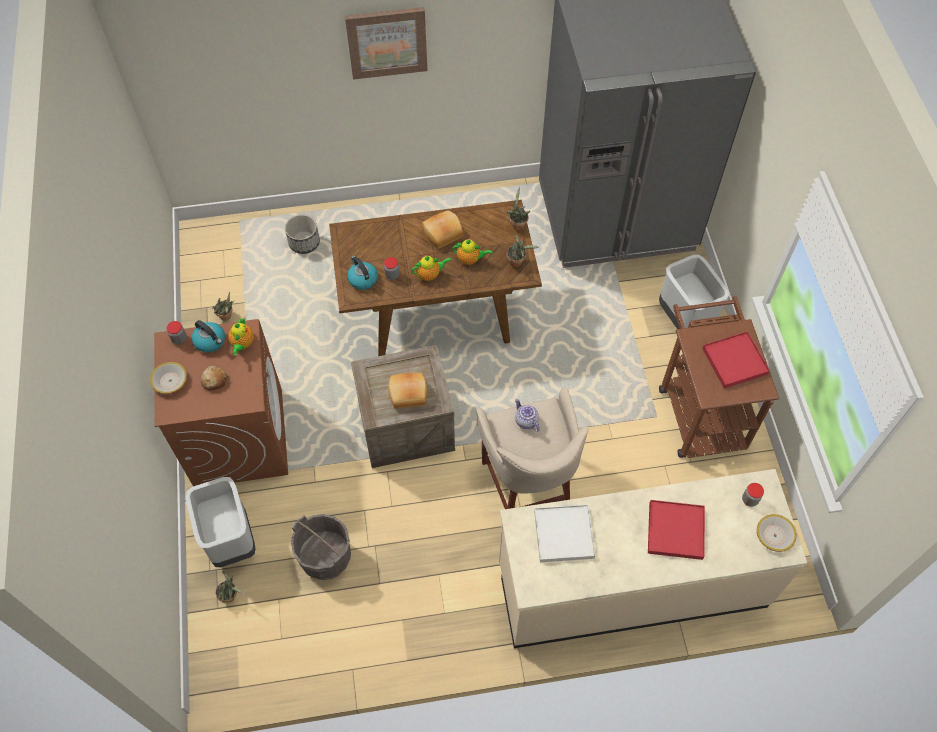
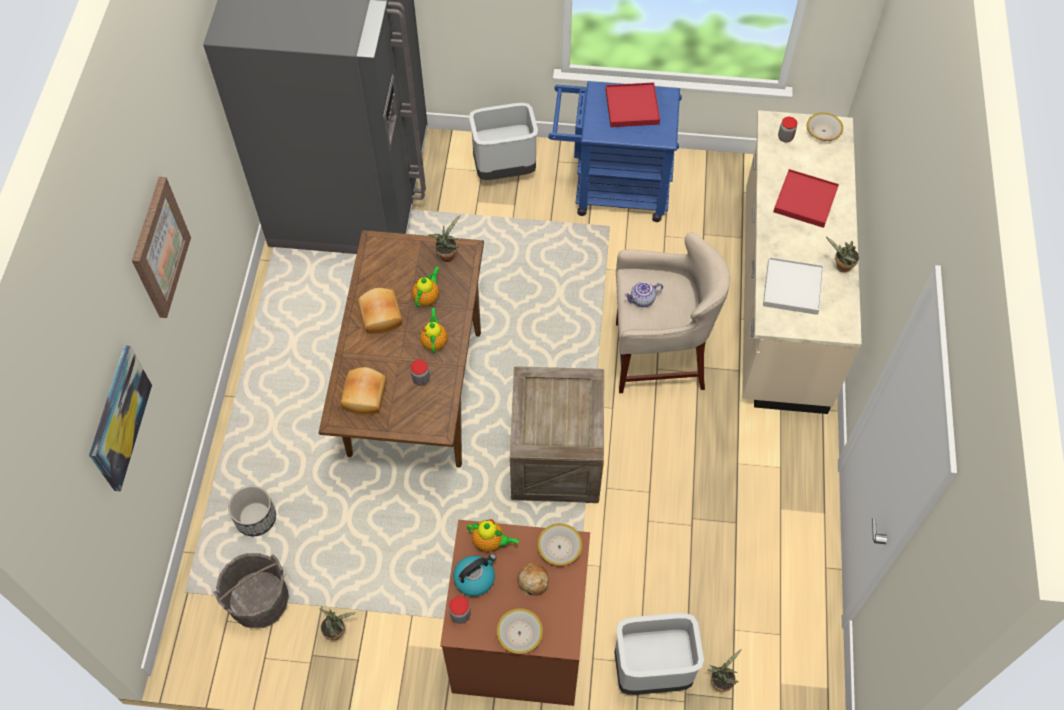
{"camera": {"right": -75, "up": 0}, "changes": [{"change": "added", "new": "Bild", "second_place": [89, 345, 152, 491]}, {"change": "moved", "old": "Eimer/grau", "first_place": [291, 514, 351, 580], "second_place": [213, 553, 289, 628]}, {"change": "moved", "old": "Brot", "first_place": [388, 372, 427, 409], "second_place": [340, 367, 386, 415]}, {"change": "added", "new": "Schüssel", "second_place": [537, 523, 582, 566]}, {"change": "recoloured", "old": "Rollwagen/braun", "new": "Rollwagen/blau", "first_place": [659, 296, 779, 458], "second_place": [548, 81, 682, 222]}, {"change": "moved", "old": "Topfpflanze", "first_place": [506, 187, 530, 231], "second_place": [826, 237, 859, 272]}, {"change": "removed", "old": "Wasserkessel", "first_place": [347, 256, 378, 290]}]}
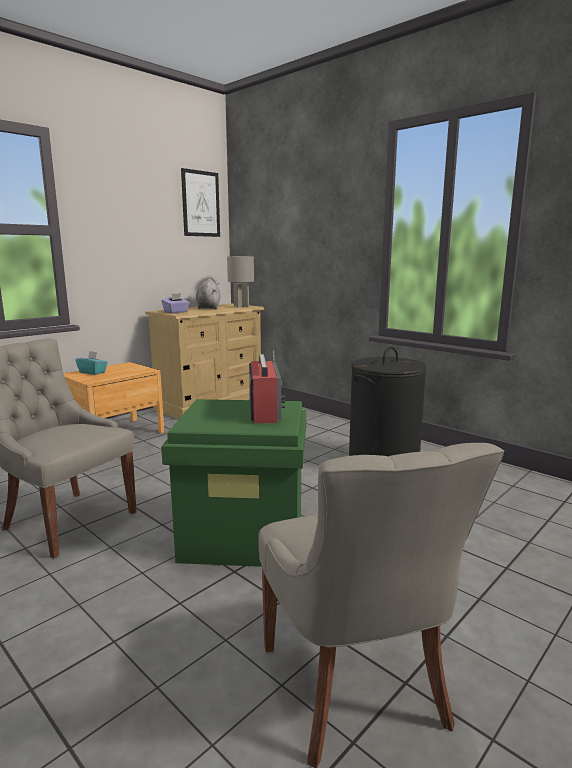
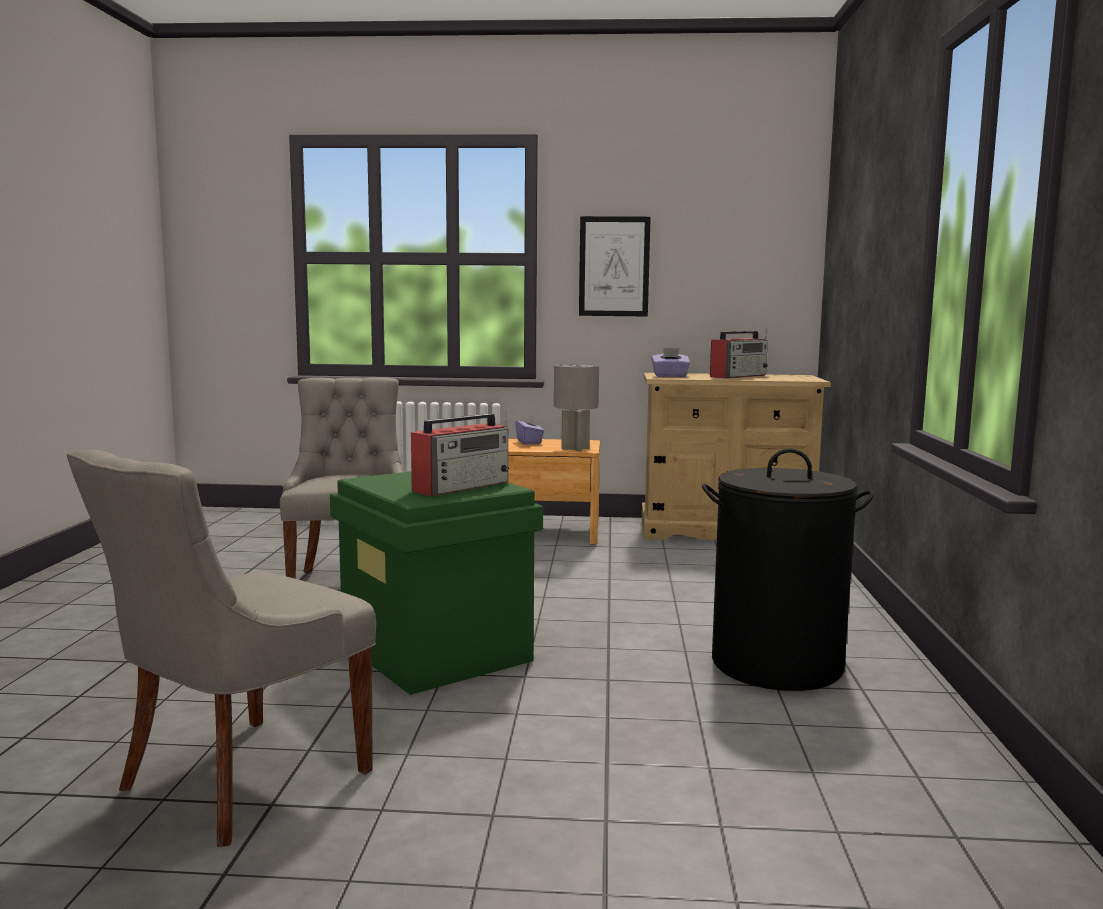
{"camera": {"right": 50, "up": -5}, "changes": [{"change": "recoloured", "old": "Taschentuchbox/türkis", "new": "Taschentuchbox/lila", "first_place": [75, 351, 108, 375], "second_place": [515, 415, 544, 445]}, {"change": "moved", "old": "Tischlampe/grau", "first_place": [227, 256, 254, 308], "second_place": [554, 364, 599, 451]}, {"change": "moved", "old": "Bild", "first_place": [181, 168, 220, 237], "second_place": [579, 216, 651, 316]}, {"change": "replaced", "old": "Plüschtier/grau", "new": "Radio", "first_place": [196, 279, 220, 309], "second_place": [710, 329, 768, 379]}]}
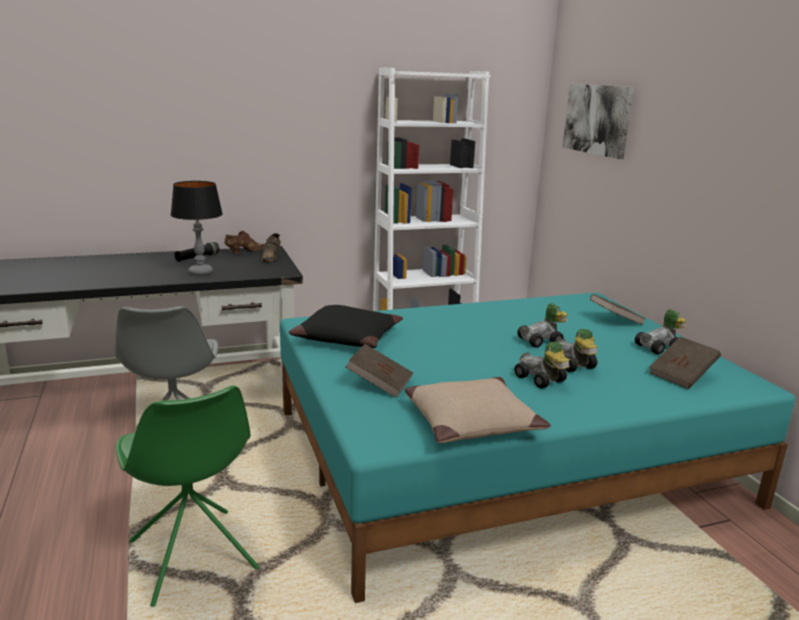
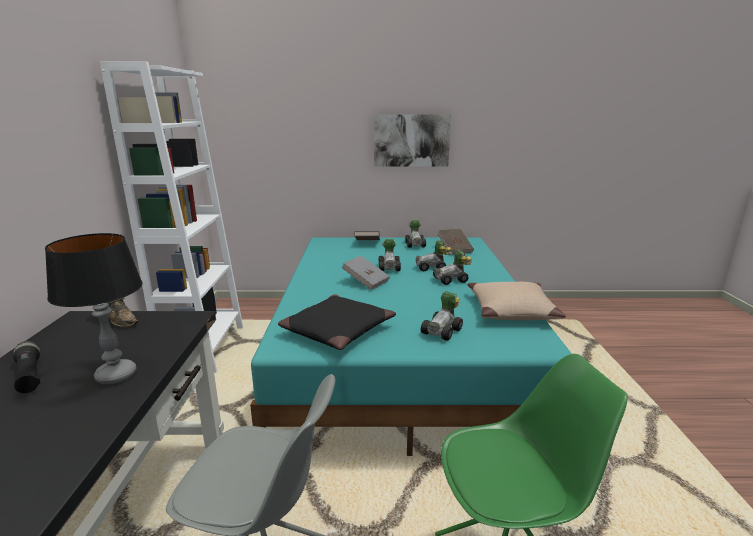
{"camera": {"right": -70, "up": 0}, "changes": [{"change": "added", "new": "Buch/grau", "second_place": [342, 256, 390, 290]}, {"change": "moved", "old": "Bild", "first_place": [562, 84, 634, 159], "second_place": [374, 114, 451, 166]}, {"change": "replaced", "old": "Buch/braun", "new": "Spielzeugauto", "first_place": [346, 344, 413, 398], "second_place": [421, 291, 463, 341]}, {"change": "removed", "old": "Schuh/braun", "first_place": [225, 231, 265, 254]}]}
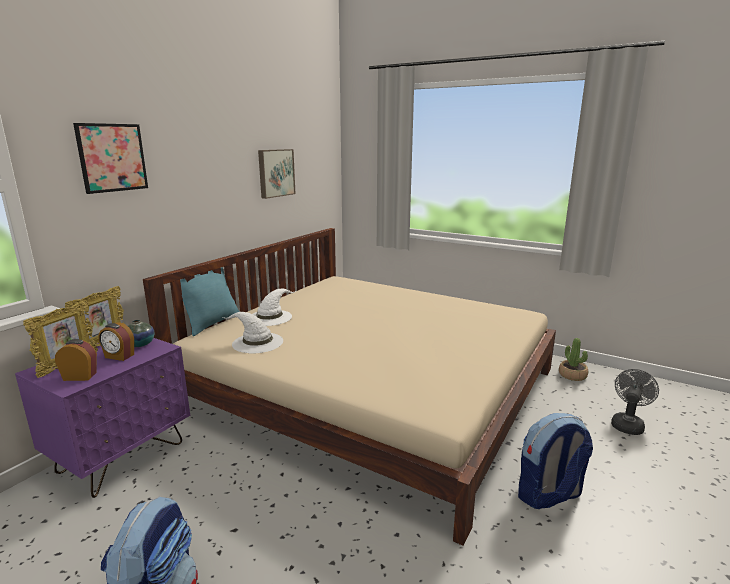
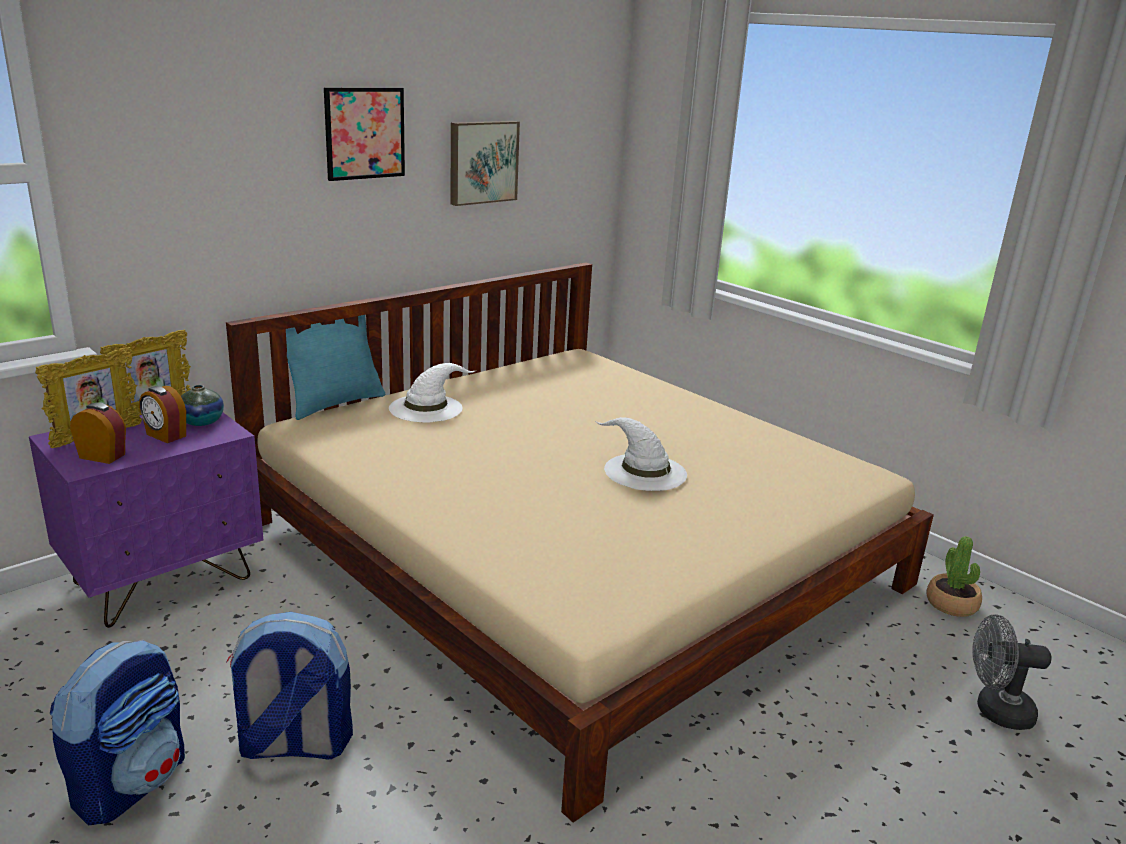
{"camera": {"right": 15, "up": 5}, "changes": [{"change": "moved", "old": "Rucksack", "first_place": [518, 413, 593, 509], "second_place": [226, 612, 353, 760]}, {"change": "moved", "old": "Bild", "first_place": [73, 123, 148, 194], "second_place": [324, 88, 405, 181]}, {"change": "moved", "old": "Hut/weiß", "first_place": [223, 312, 283, 354], "second_place": [595, 417, 687, 491]}, {"change": "turned", "old": "Ventilator/grau", "first_place": [611, 369, 659, 435], "second_place": [972, 614, 1051, 730], "degrees": -135}]}
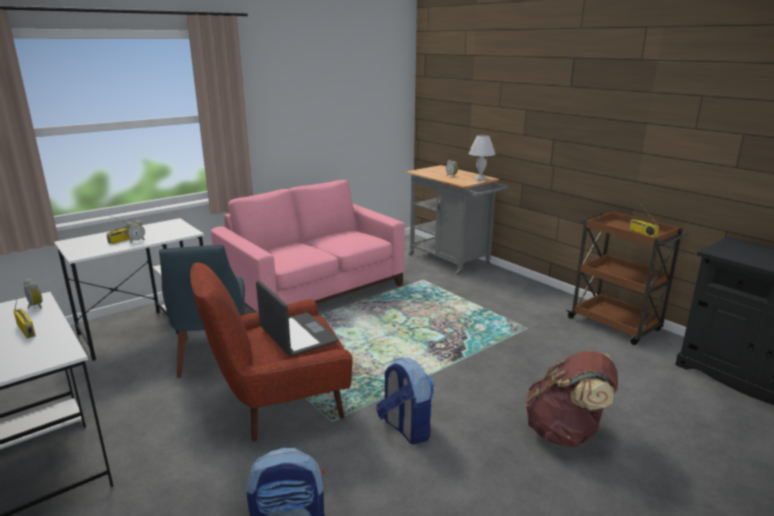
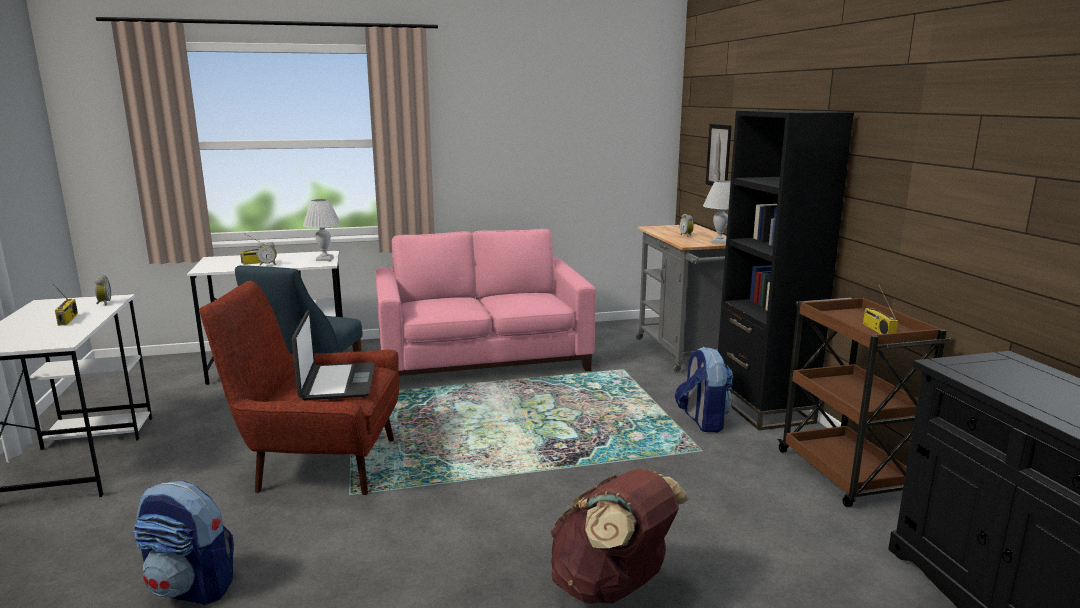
{"camera": {"right": 25, "up": -5}, "changes": [{"change": "added", "new": "Tischlampe/weiß", "second_place": [303, 199, 341, 261]}, {"change": "moved", "old": "Rucksack", "first_place": [376, 357, 434, 444], "second_place": [675, 346, 733, 432]}, {"change": "added", "new": "Bild", "second_place": [706, 124, 732, 186]}, {"change": "added", "new": "Bücherregal/schwarz", "second_place": [718, 110, 854, 430]}]}
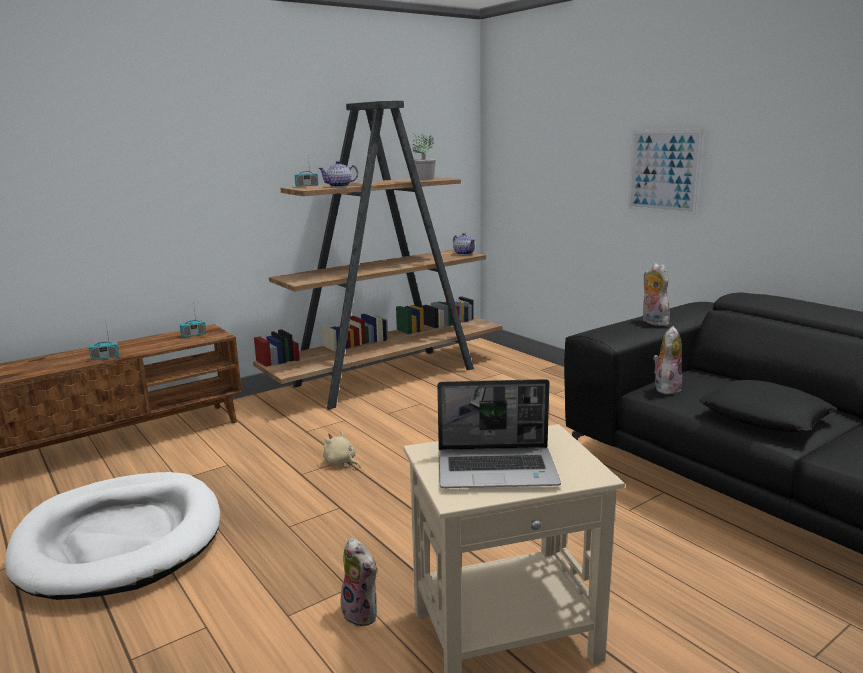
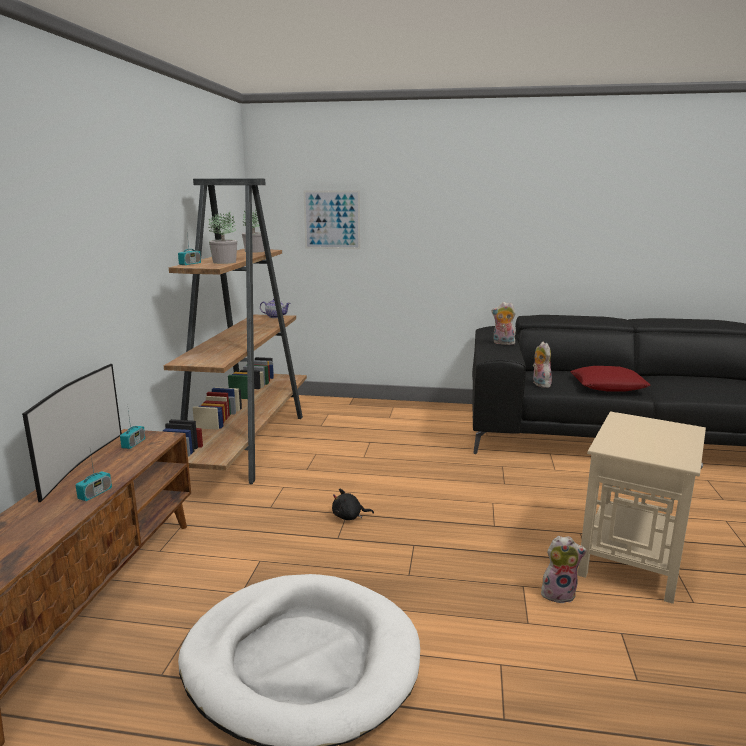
{"camera": {"right": -45, "up": 0}, "changes": [{"change": "added", "new": "Fernseher", "second_place": [22, 364, 122, 502]}, {"change": "replaced", "old": "Teekanne", "new": "Topfpflanze", "first_place": [318, 161, 358, 187], "second_place": [208, 212, 237, 264]}, {"change": "moved", "old": "Bild", "first_place": [628, 130, 703, 215], "second_place": [304, 190, 360, 249]}, {"change": "recoloured", "old": "Plüschtier/beige", "new": "Plüschtier/schwarz", "first_place": [323, 430, 360, 468], "second_place": [332, 489, 374, 520]}, {"change": "recoloured", "old": "Kissen/schwarz", "new": "Kissen/rot", "first_place": [699, 380, 837, 432], "second_place": [570, 366, 651, 392]}, {"change": "removed", "old": "Laptop", "first_place": [437, 379, 561, 488]}]}
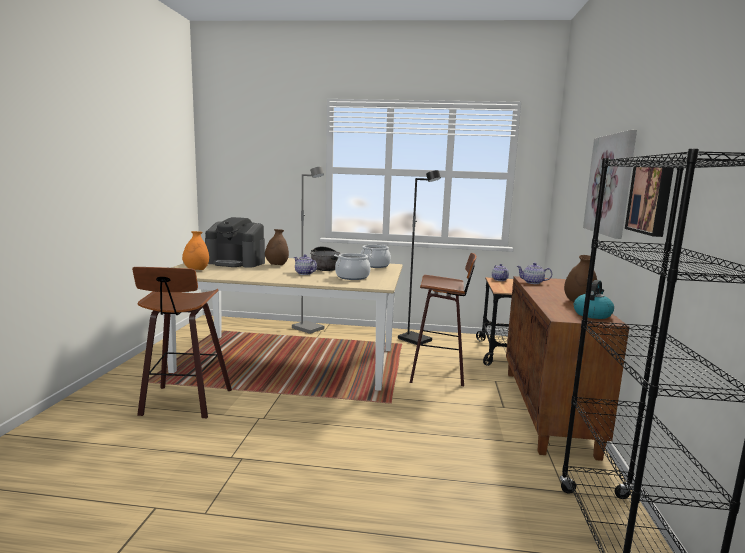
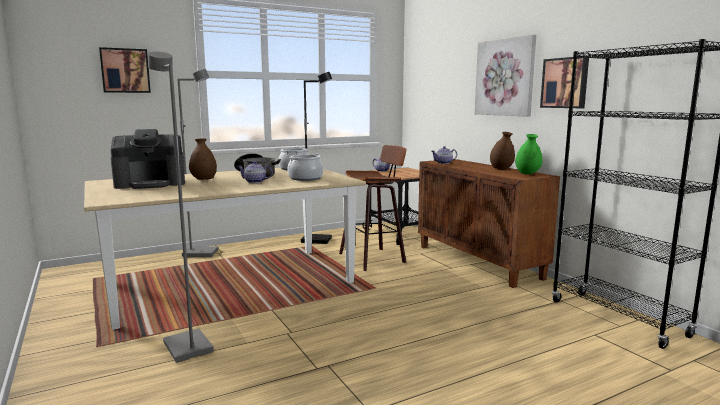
{"camera": {"right": -35, "up": 0}, "changes": [{"change": "added", "new": "Bild", "second_place": [99, 47, 151, 93]}, {"change": "replaced", "old": "Hocker", "new": "Stehlampe/grau", "first_place": [132, 267, 232, 418], "second_place": [148, 51, 214, 363]}, {"change": "replaced", "old": "Wasserkessel", "new": "Vase/grün", "first_place": [574, 280, 614, 319], "second_place": [515, 134, 542, 175]}, {"change": "removed", "old": "Vase/orange", "first_place": [182, 231, 209, 270]}]}
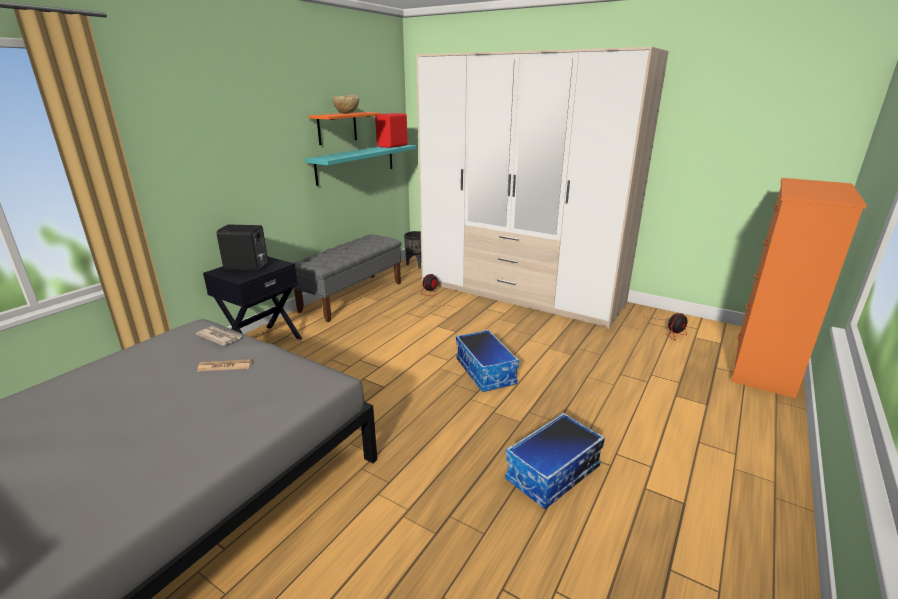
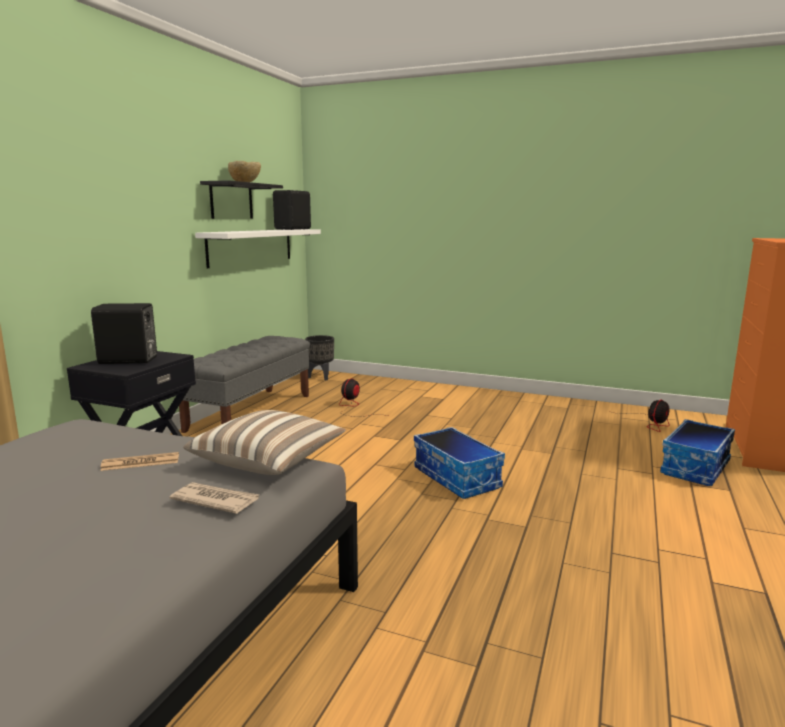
{"camera": {"right": -10, "up": -10}, "changes": [{"change": "moved", "old": "Zeitung", "first_place": [196, 326, 241, 346], "second_place": [170, 482, 259, 514]}, {"change": "added", "new": "Kissen", "second_place": [183, 410, 346, 475]}, {"change": "recoloured", "old": "Wandregal/türkis", "new": "Wandregal/weiß", "first_place": [305, 145, 416, 186], "second_place": [195, 229, 321, 268]}, {"change": "recoloured", "old": "Wandregal/orange", "new": "Wandregal/schwarz", "first_place": [308, 112, 380, 145], "second_place": [200, 180, 283, 219]}, {"change": "recoloured", "old": "Lautsprecher/rot", "new": "Lautsprecher/schwarz", "first_place": [375, 113, 408, 148], "second_place": [273, 190, 311, 230]}, {"change": "moved", "old": "Aufbewahrungsbox", "first_place": [505, 413, 605, 509], "second_place": [660, 419, 735, 486]}, {"change": "removed", "old": "Kleiderschrank", "first_place": [416, 47, 669, 328]}]}
